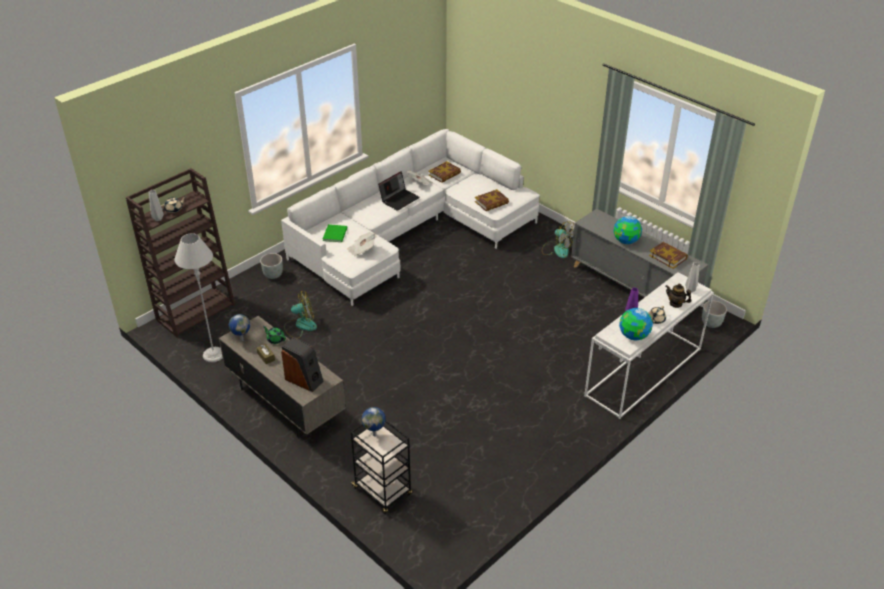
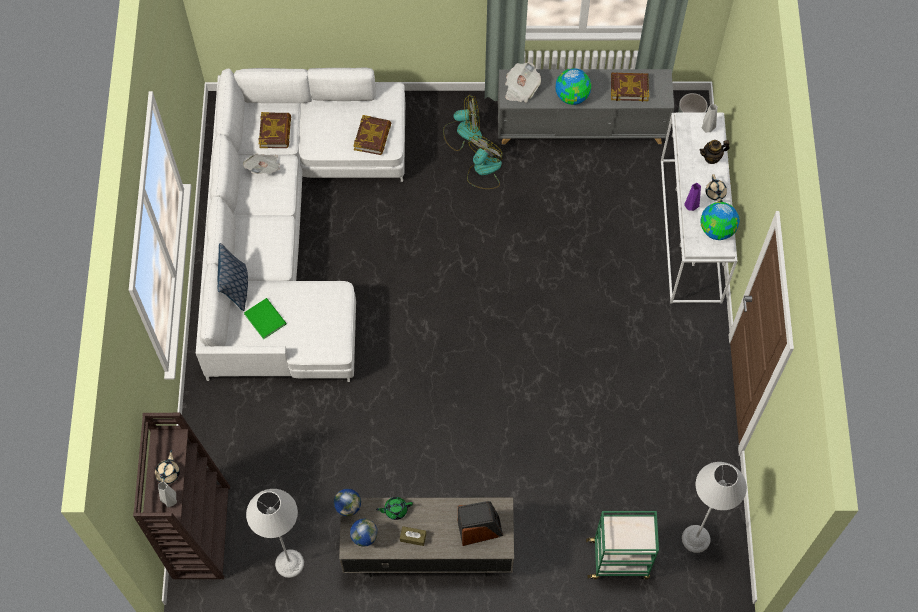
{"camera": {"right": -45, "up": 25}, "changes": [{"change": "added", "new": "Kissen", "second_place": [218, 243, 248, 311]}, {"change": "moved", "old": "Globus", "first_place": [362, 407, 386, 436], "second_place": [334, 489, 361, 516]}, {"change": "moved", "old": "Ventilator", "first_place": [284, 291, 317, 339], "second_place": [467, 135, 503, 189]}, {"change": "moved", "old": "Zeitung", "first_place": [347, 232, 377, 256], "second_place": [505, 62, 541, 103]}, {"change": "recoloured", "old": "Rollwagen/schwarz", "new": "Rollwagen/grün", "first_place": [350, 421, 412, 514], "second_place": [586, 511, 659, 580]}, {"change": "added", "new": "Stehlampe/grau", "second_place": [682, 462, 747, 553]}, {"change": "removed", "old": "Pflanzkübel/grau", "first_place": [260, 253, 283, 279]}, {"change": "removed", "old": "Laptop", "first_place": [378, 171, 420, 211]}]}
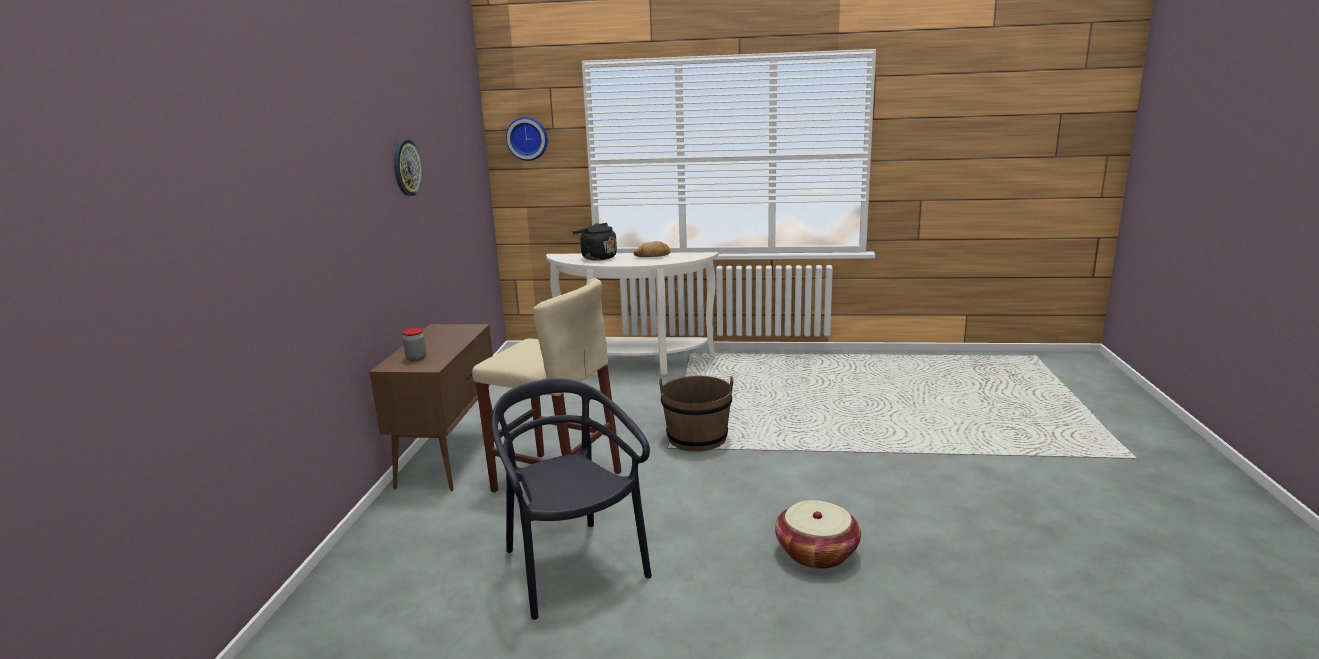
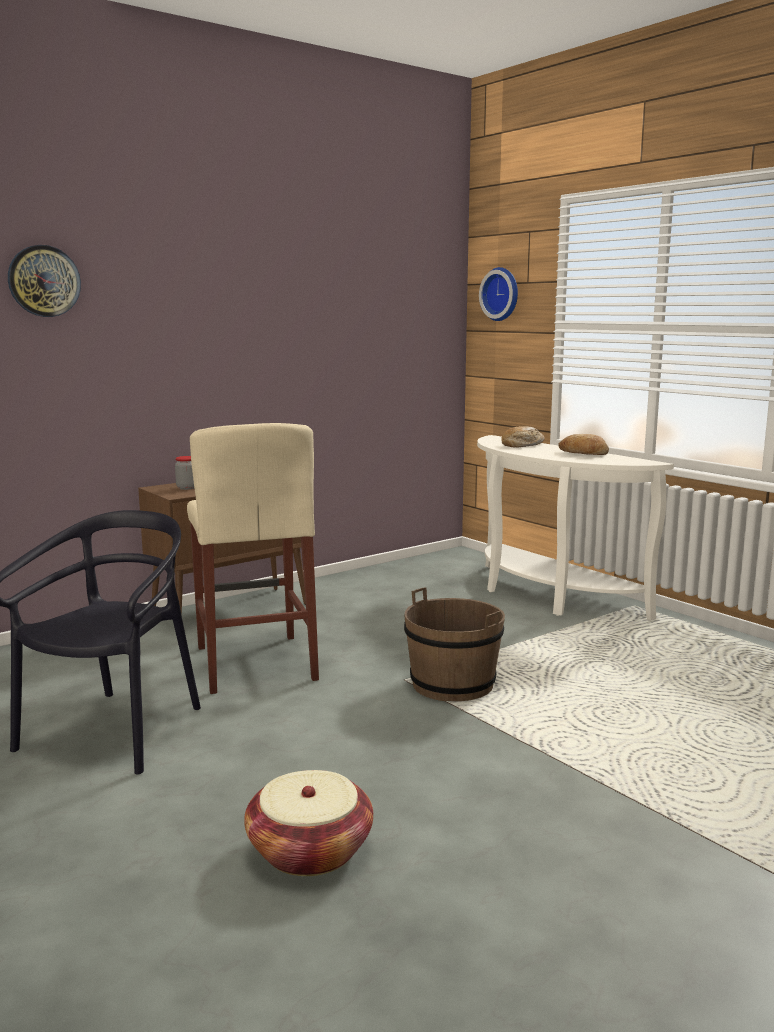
{"camera": {"right": 45, "up": -5}, "changes": [{"change": "moved", "old": "Wanduhr", "first_place": [394, 139, 422, 196], "second_place": [8, 245, 81, 317]}, {"change": "replaced", "old": "Wasserkessel/schwarz", "new": "Brot", "first_place": [573, 223, 617, 261], "second_place": [501, 426, 544, 448]}]}
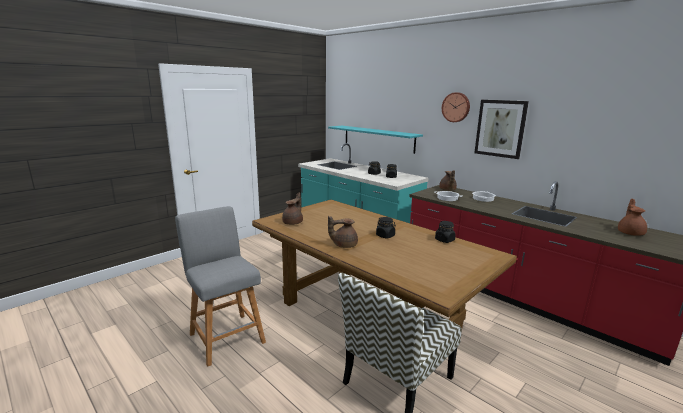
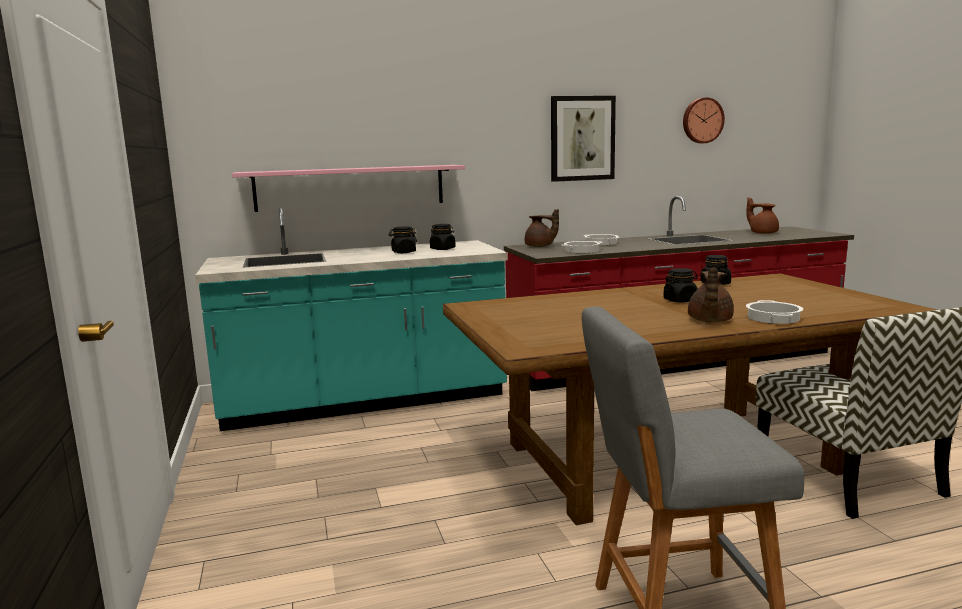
{"camera": {"right": -60, "up": -5}, "changes": [{"change": "recoloured", "old": "Wandregal/türkis", "new": "Wandregal/rosa", "first_place": [328, 126, 423, 154], "second_place": [232, 165, 465, 212]}, {"change": "moved", "old": "Wanduhr", "first_place": [442, 92, 470, 122], "second_place": [683, 97, 725, 143]}, {"change": "added", "new": "Kochtopf", "second_place": [746, 300, 803, 324]}, {"change": "removed", "old": "Teekanne/braun", "first_place": [282, 193, 303, 225]}]}
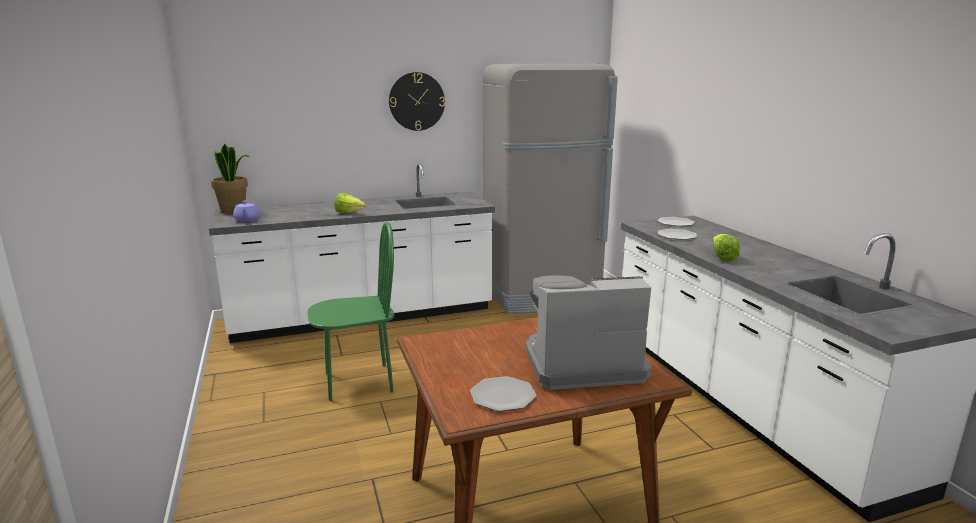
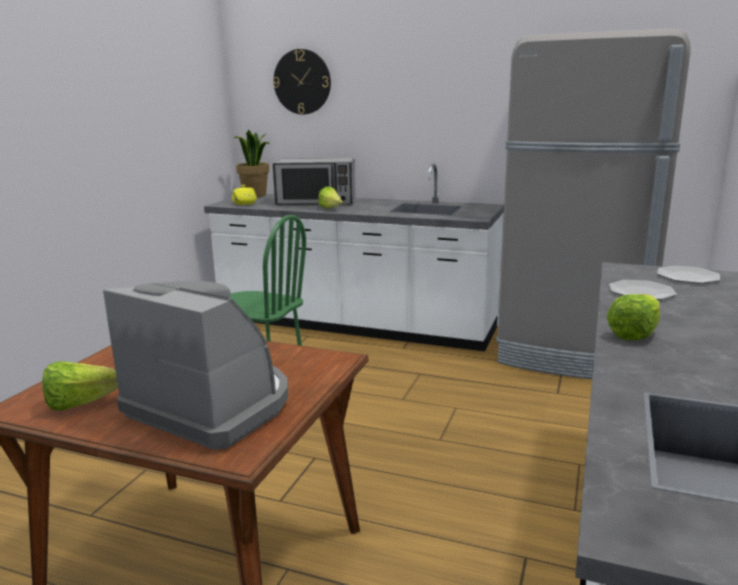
{"camera": {"right": 40, "up": 0}, "changes": [{"change": "replaced", "old": "Teller", "new": "Salatkopf", "first_place": [470, 376, 537, 412], "second_place": [42, 361, 118, 410]}, {"change": "recoloured", "old": "Teekanne/lila", "new": "Teekanne/gelb", "first_place": [233, 201, 260, 222], "second_place": [232, 185, 257, 205]}, {"change": "moved", "old": "Wanduhr", "first_place": [389, 72, 445, 131], "second_place": [273, 49, 331, 114]}, {"change": "added", "new": "Mikrowelle", "second_place": [273, 158, 356, 205]}]}
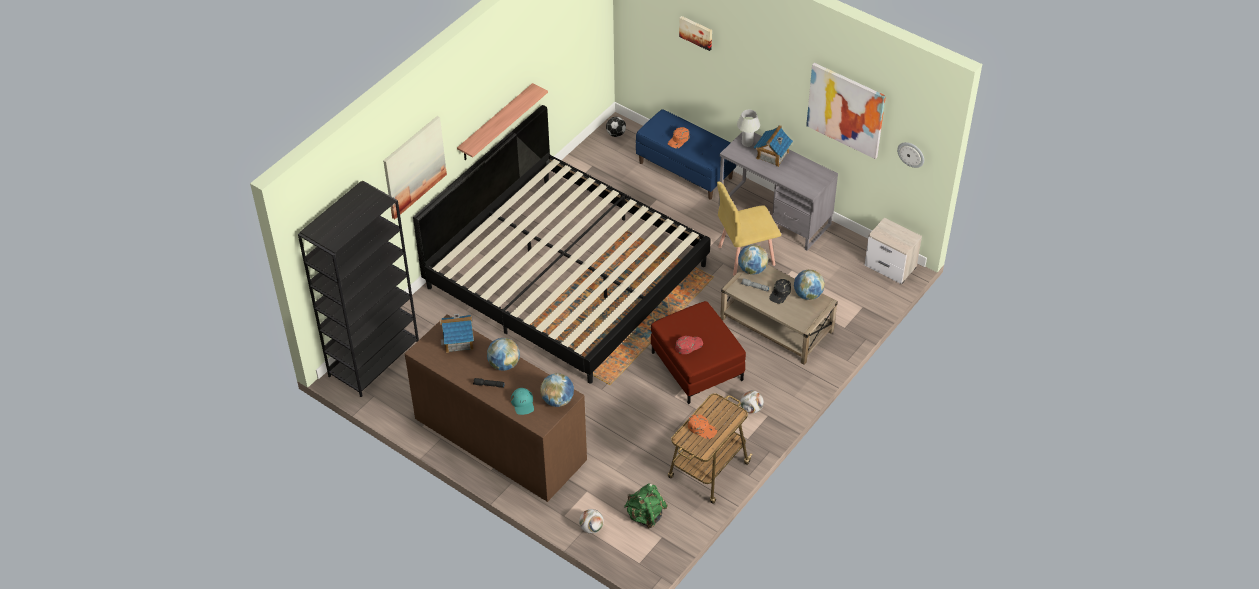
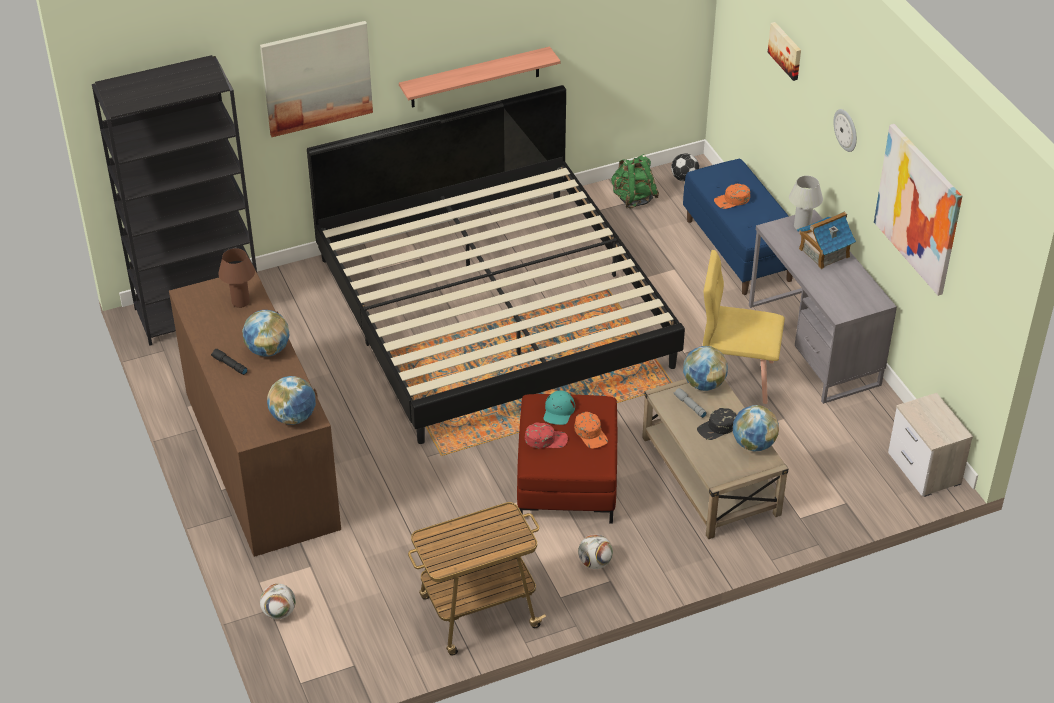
{"camera": {"right": 30, "up": -5}, "changes": [{"change": "replaced", "old": "Spielzeughaus", "new": "Tischlampe/braun", "first_place": [440, 314, 474, 353], "second_place": [218, 248, 255, 308]}, {"change": "moved", "old": "Kappe/türkis", "first_place": [511, 388, 534, 415], "second_place": [543, 390, 575, 425]}, {"change": "moved", "old": "Kappe/orange", "first_place": [688, 414, 717, 439], "second_place": [574, 412, 608, 449]}, {"change": "moved", "old": "Rucksack/grün", "first_place": [624, 483, 668, 529], "second_place": [611, 154, 659, 208]}, {"change": "moved", "old": "Wanduhr", "first_place": [897, 142, 924, 168], "second_place": [833, 109, 857, 152]}]}
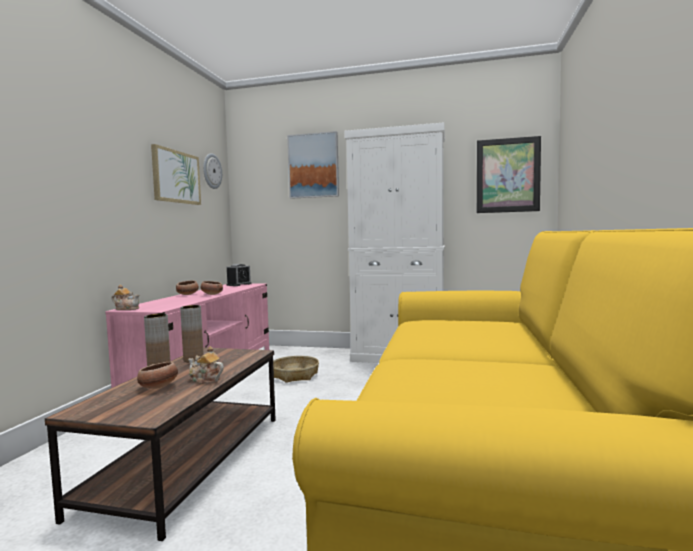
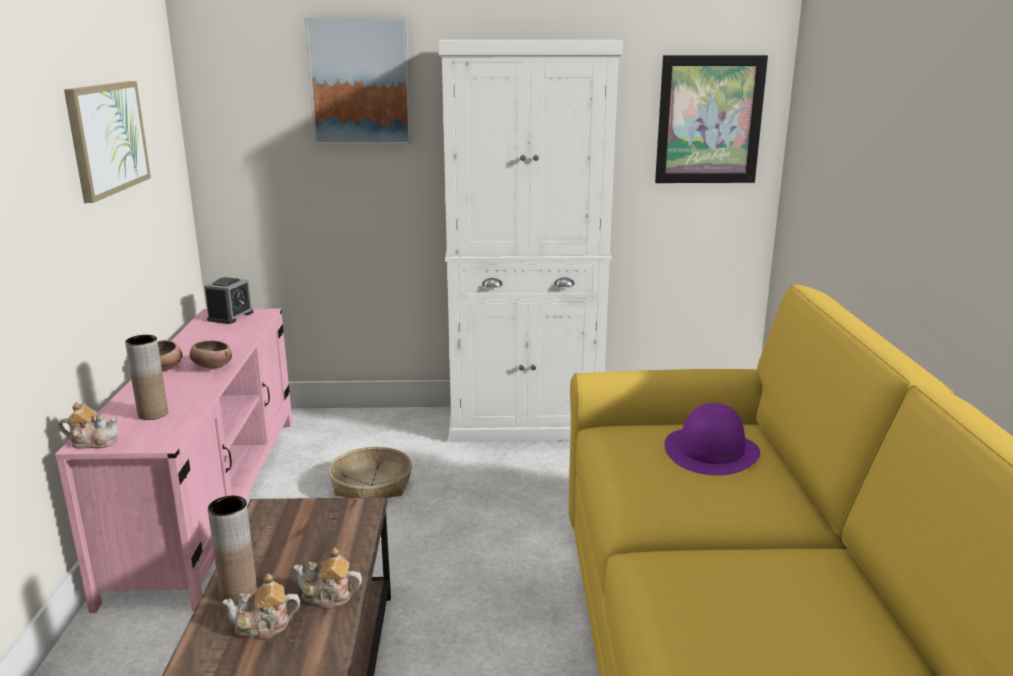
{"camera": {"right": -15, "up": 15}, "changes": [{"change": "moved", "old": "Vase/braun", "first_place": [180, 305, 204, 362], "second_place": [125, 335, 168, 420]}, {"change": "replaced", "old": "Schüssel", "new": "Teekanne", "first_place": [137, 362, 178, 389], "second_place": [222, 573, 300, 639]}, {"change": "added", "new": "Hut/lila", "second_place": [664, 403, 760, 476]}, {"change": "removed", "old": "Wanduhr", "first_place": [203, 153, 222, 189]}]}
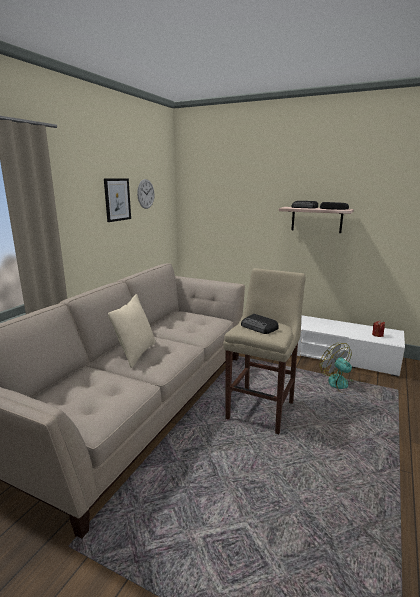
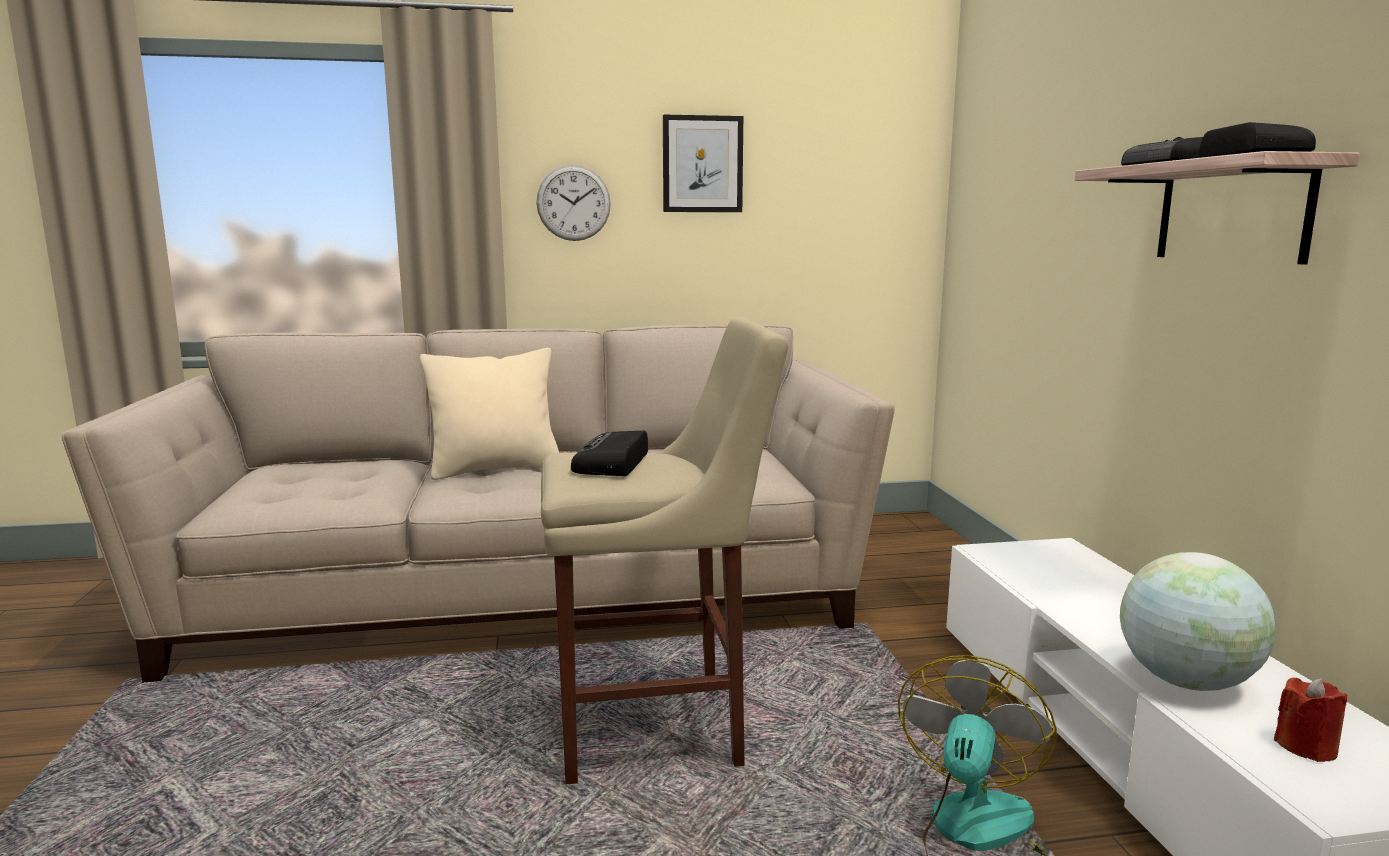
{"camera": {"right": 55, "up": -5}, "changes": [{"change": "moved", "old": "Wanduhr", "first_place": [137, 179, 154, 209], "second_place": [536, 165, 611, 241]}, {"change": "added", "new": "Globus", "second_place": [1120, 552, 1275, 691]}]}
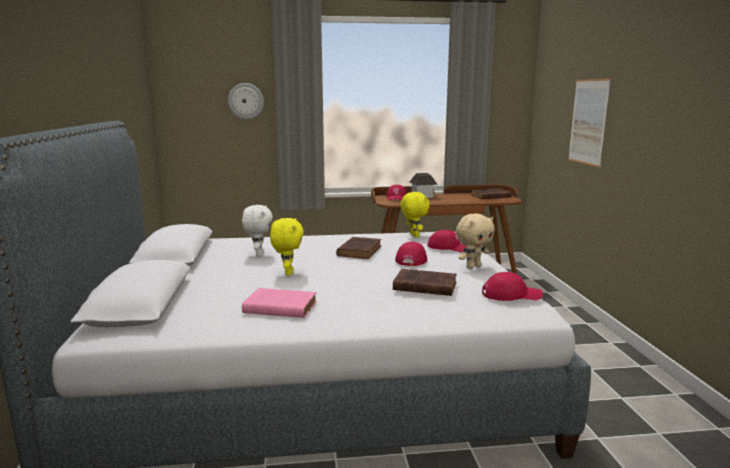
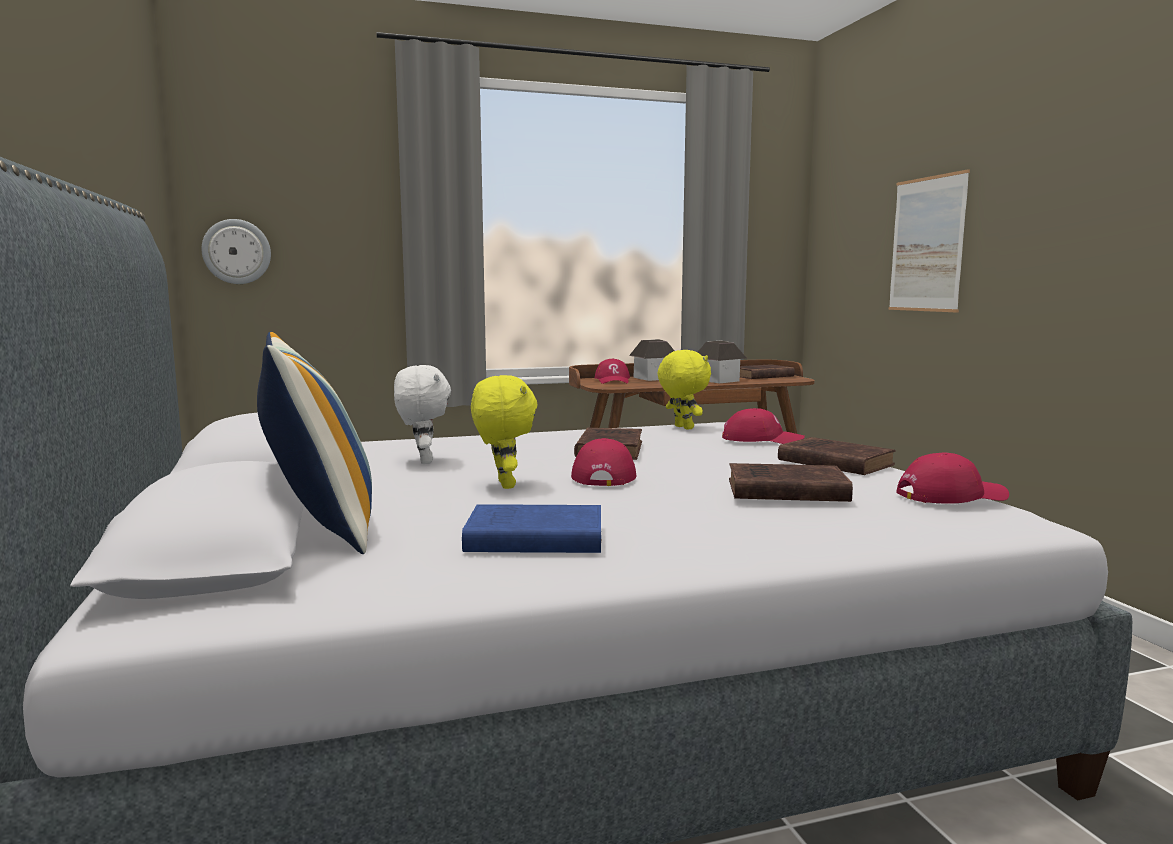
{"camera": {"right": -10, "up": -5}, "changes": [{"change": "moved", "old": "Wanduhr", "first_place": [228, 83, 264, 119], "second_place": [202, 219, 271, 284]}, {"change": "added", "new": "Kissen", "second_place": [257, 332, 372, 554]}, {"change": "recoloured", "old": "Buch/rosa", "new": "Buch/blau", "first_place": [242, 288, 317, 318], "second_place": [462, 504, 601, 553]}, {"change": "moved", "old": "Kappe/rot", "first_place": [395, 242, 427, 266], "second_place": [571, 438, 636, 486]}, {"change": "added", "new": "Spielzeughaus", "second_place": [698, 340, 746, 383]}, {"change": "replaced", "old": "Plüschtier/beige", "new": "Buch/braun", "first_place": [456, 213, 495, 269], "second_place": [778, 437, 896, 475]}]}
